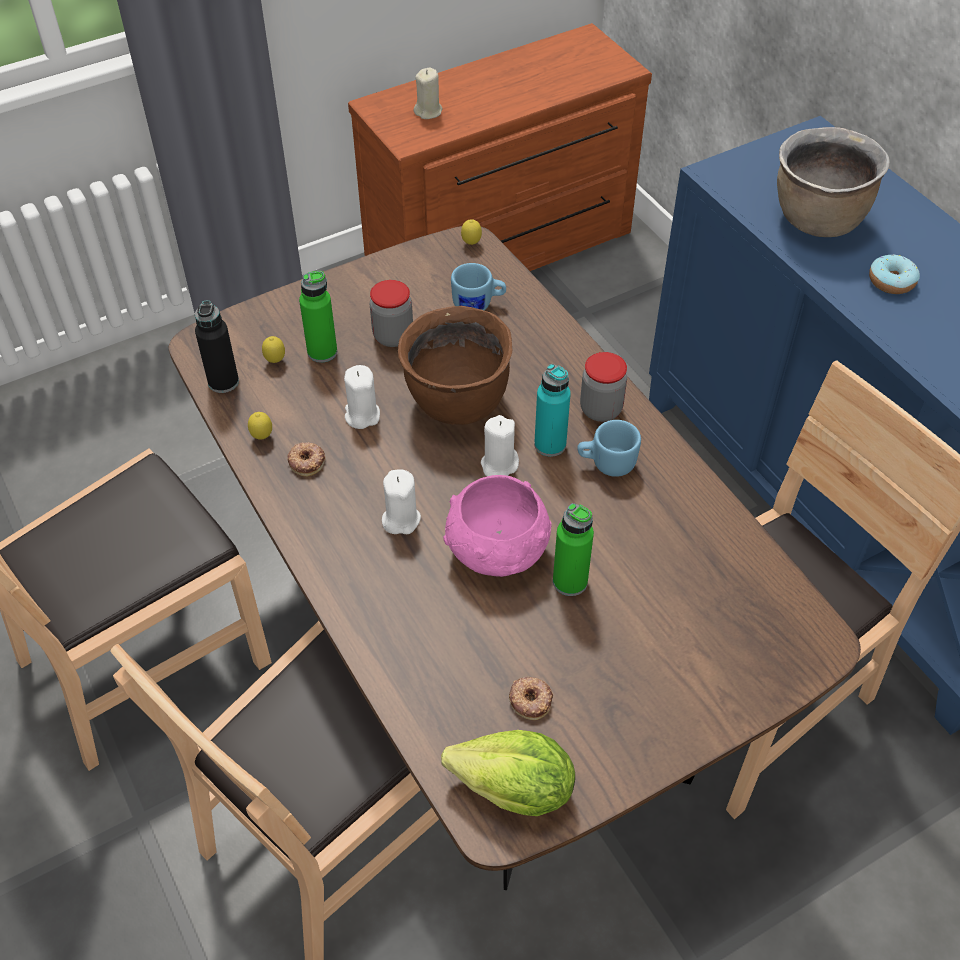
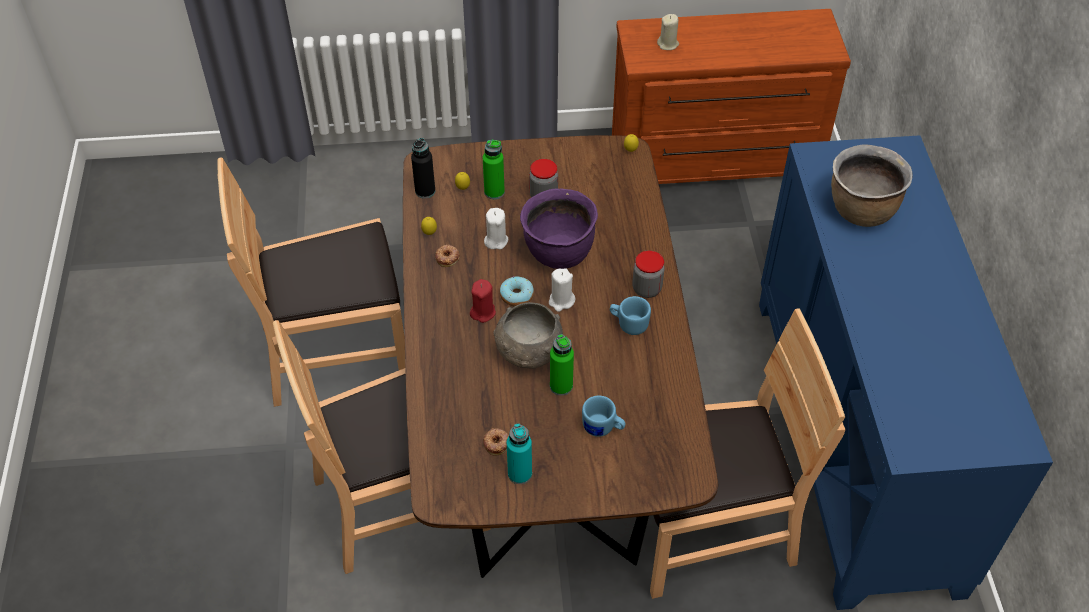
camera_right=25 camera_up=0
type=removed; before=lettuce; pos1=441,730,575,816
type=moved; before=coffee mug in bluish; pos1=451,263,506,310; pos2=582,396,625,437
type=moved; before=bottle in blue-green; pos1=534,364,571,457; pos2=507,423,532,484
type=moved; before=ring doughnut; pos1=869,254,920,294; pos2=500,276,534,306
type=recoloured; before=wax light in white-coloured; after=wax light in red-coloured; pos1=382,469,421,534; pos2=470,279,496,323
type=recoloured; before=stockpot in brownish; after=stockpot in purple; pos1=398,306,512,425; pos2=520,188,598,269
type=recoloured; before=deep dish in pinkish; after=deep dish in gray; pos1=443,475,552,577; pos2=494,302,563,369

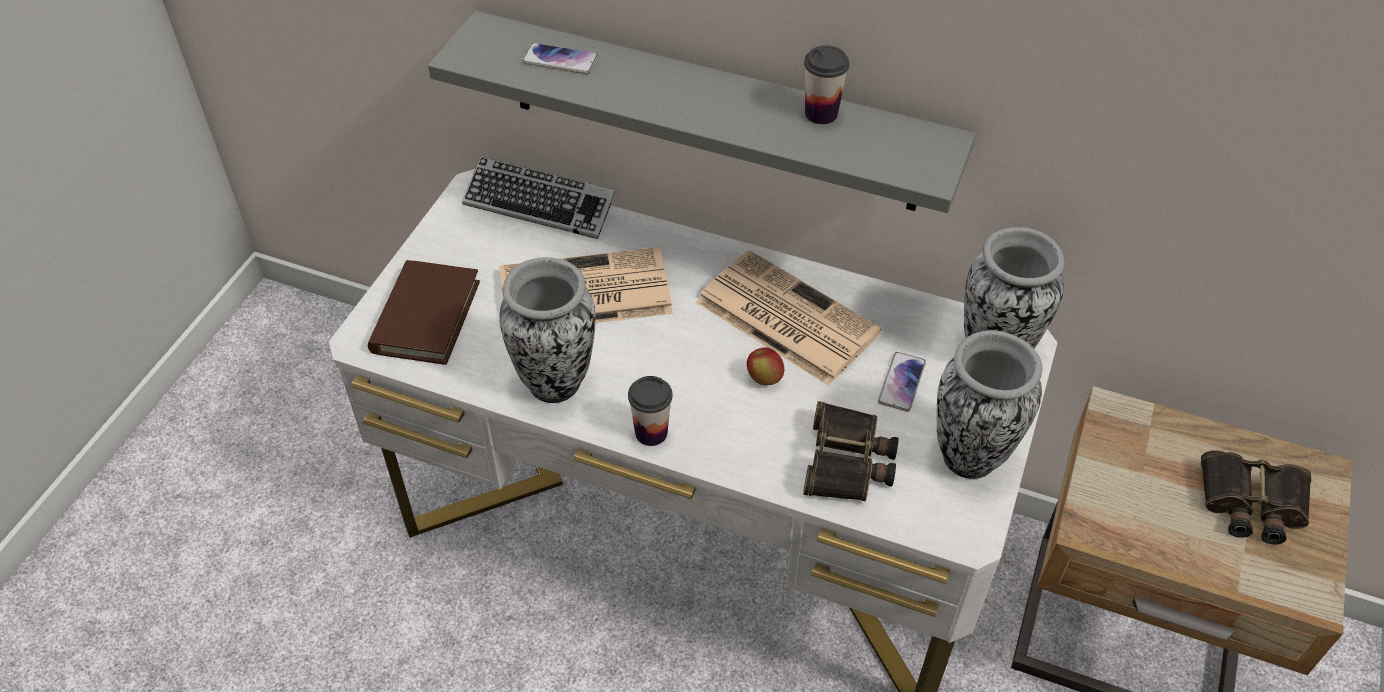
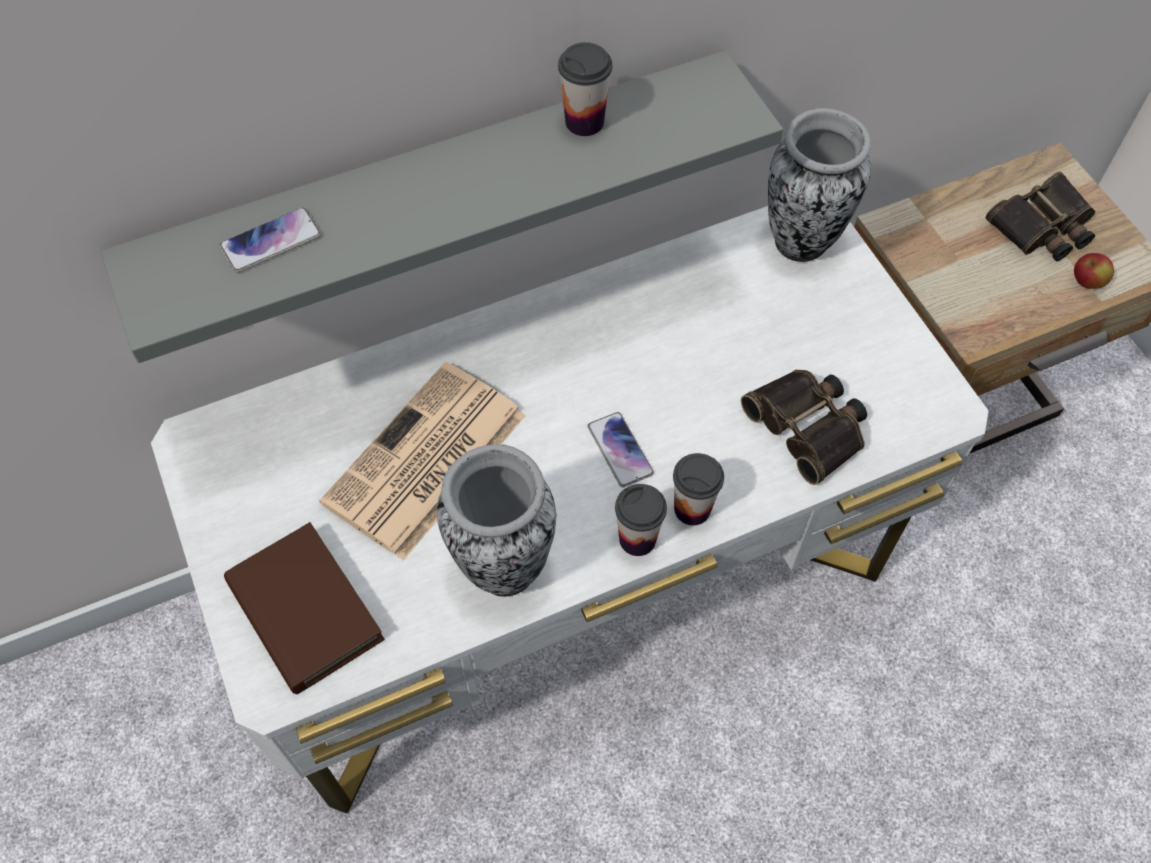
camera_right=-45 camera_up=10
type=removed; before=computer keyboard; pos1=462,157,616,239
type=removed; before=newspaper; pos1=696,250,882,386
type=removed; before=flower vase; pos1=937,330,1043,479
type=added; after=drinking cup; pos2=673,453,724,526
type=moved; before=apple fruit; pos1=747,347,784,385; pos2=1074,253,1114,289
type=moved; before=telephone; pos1=878,352,926,412; pos2=587,412,654,487

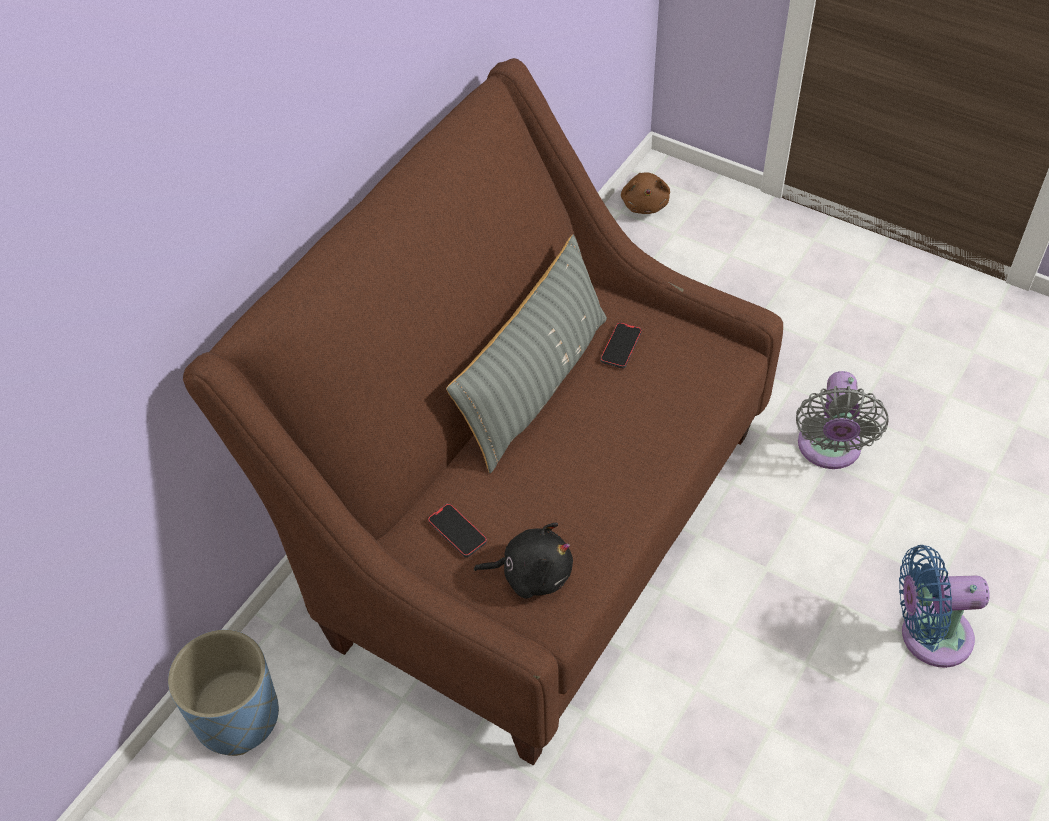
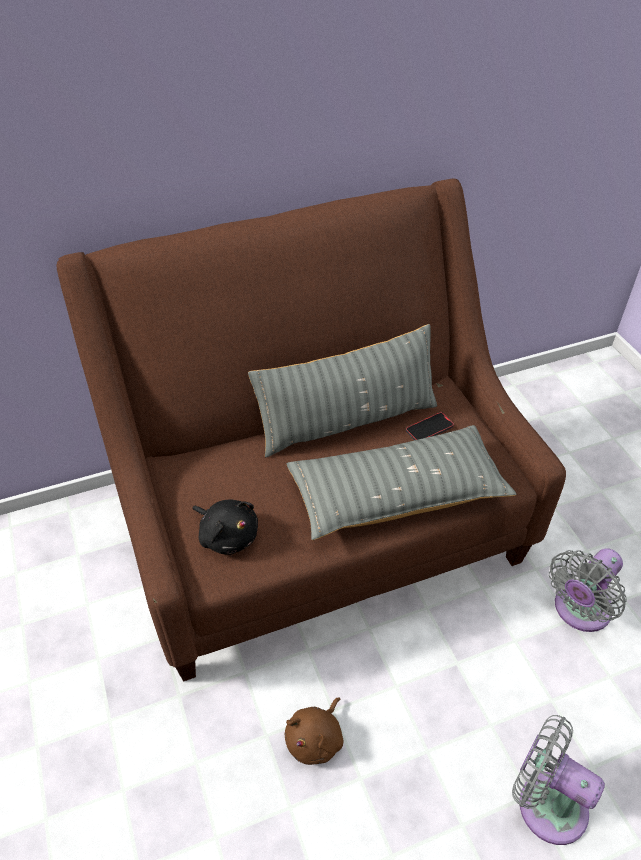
camera_right=35 camera_up=-5
type=removed; before=flower pot in bluish; pos1=168,630,279,756
type=removed; before=telephone; pos1=428,503,487,558
type=added; after=throw pillow in gray; pos2=287,425,517,540
type=moved; before=soft toy in brownish; pos1=621,172,670,214; pos2=285,697,343,765
type=recoloured; before=fan in bluish; after=fan in gray; pos1=899,545,989,668; pos2=512,715,605,845

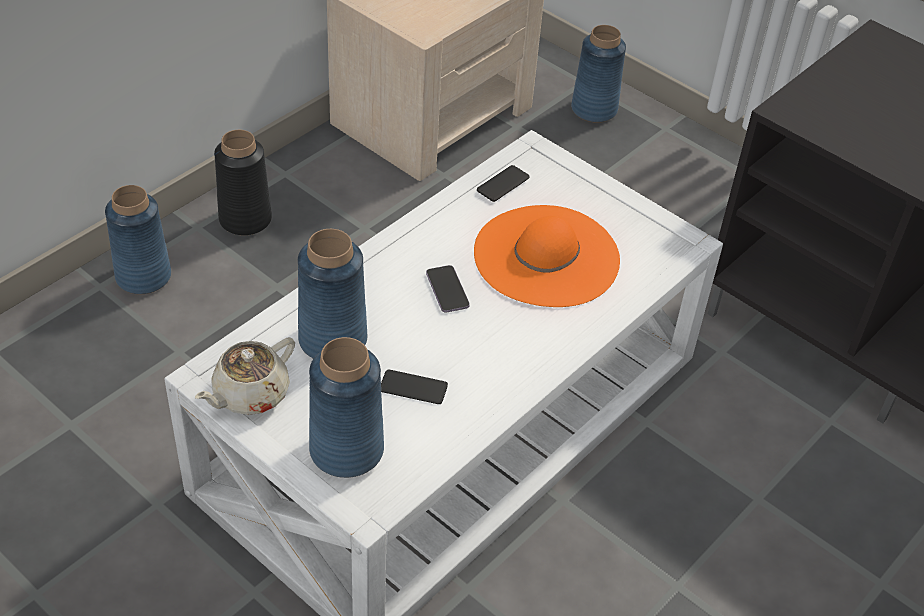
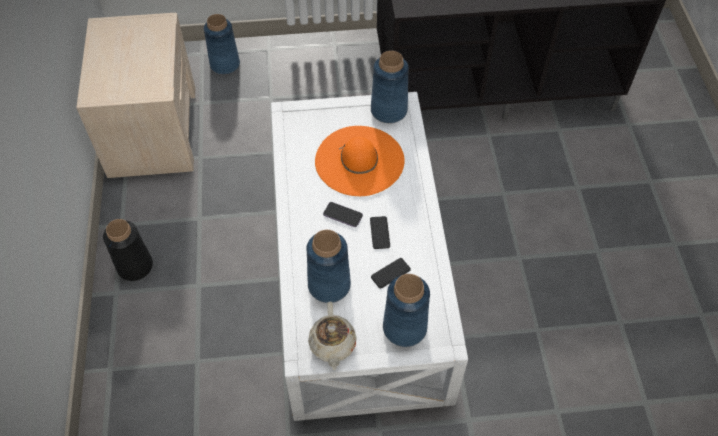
camera_right=-45 camera_up=10
type=moved; before=flower vase in bluish; pos1=105,185,171,294; pos2=371,51,409,123
type=moved; before=telephone; pos1=477,165,530,202; pos2=370,216,390,249

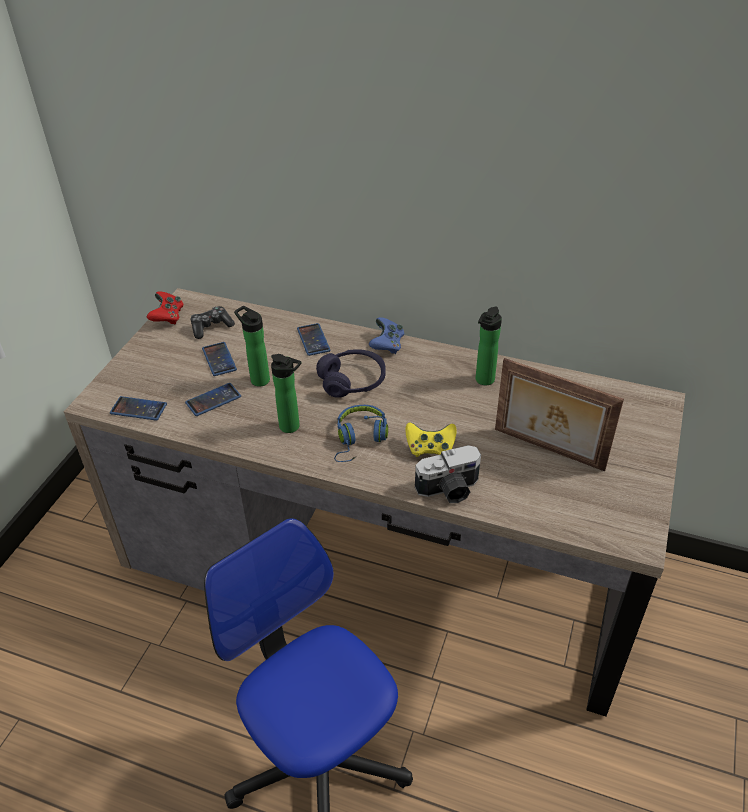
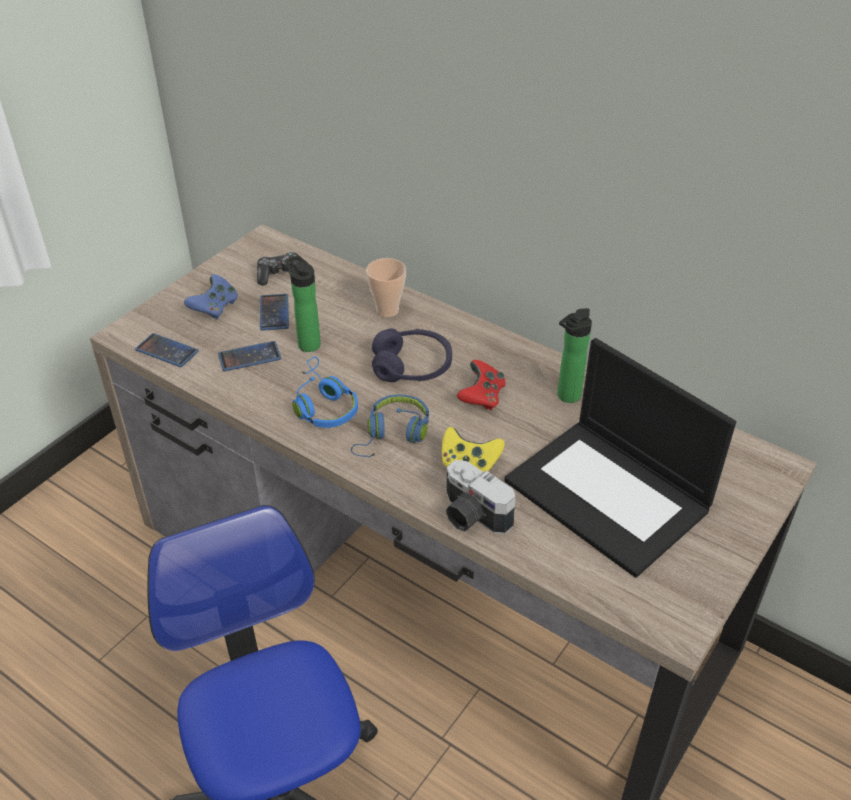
camera_right=15 camera_up=0
type=moved; before=joypad in red-coloured; pos1=147,292,183,325; pos2=457,360,506,410
type=moved; before=joypad in bluish; pos1=369,317,404,354; pos2=184,274,238,319
type=replaced; before=bottle; after=headphones in bluish; pos1=271,354,302,433; pos2=292,357,358,428
type=replaced; before=telephone; after=drinking cup; pos1=297,323,331,356; pos2=366,258,406,317
type=replaced; before=picture frame; after=portable computer; pos1=495,358,624,471; pos2=504,338,736,578
type=turned; before=still camera; pos1=415,445,481,503; pos2=445,460,516,534; turn=45

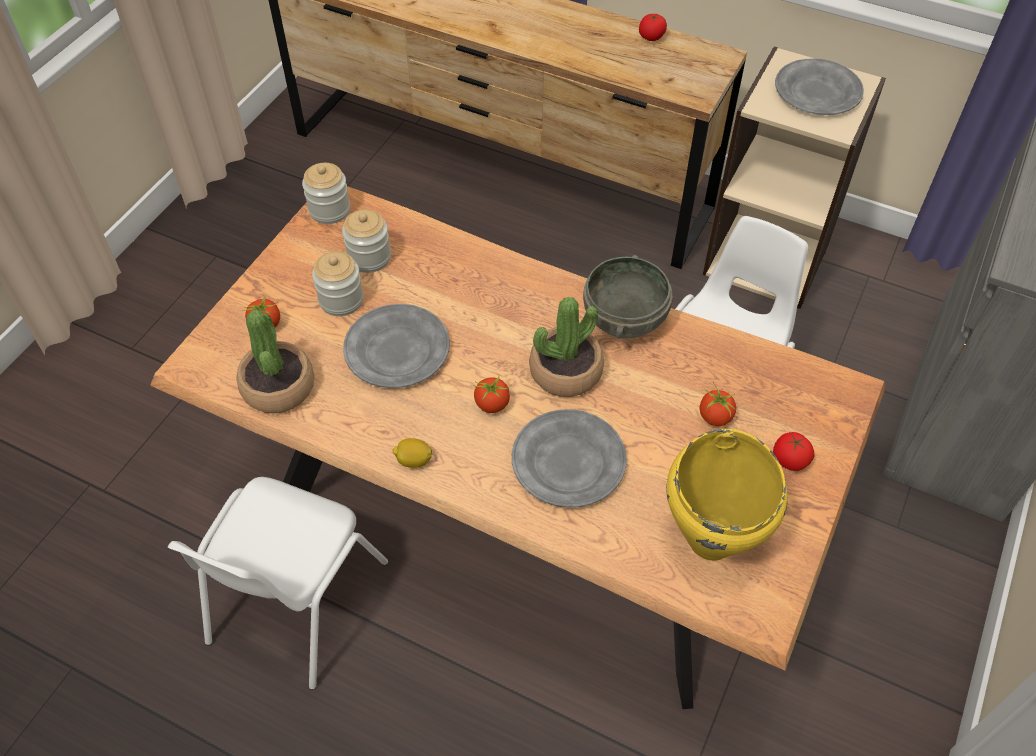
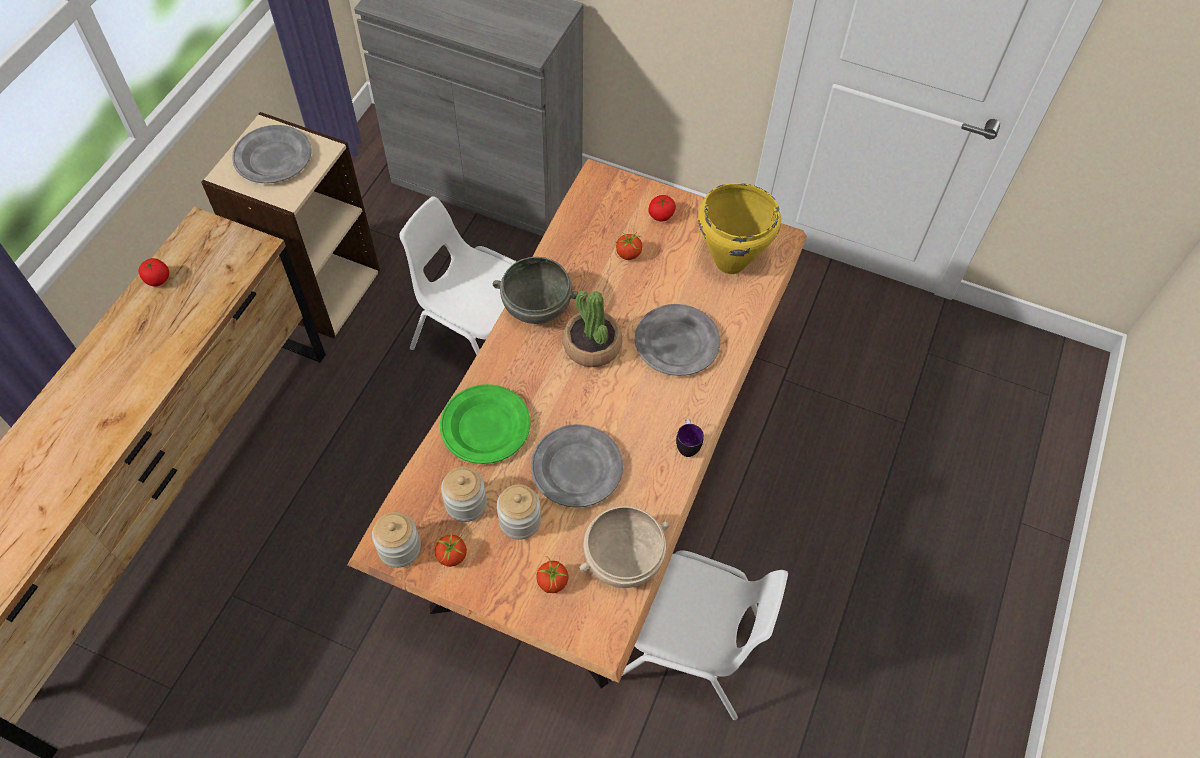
camera_right=-95 camera_up=5
type=added; after=dinner plate in greenish; pos2=440,384,531,464
type=moved; before=tomato; pos1=473,374,512,413; pos2=434,529,467,567
type=replaced; before=potted plant; after=deep dish in sand-coloured; pos1=236,310,314,413; pos2=579,506,669,588
type=replaced; before=lemon; after=coffee mug; pos1=392,438,432,468; pos2=676,418,704,457

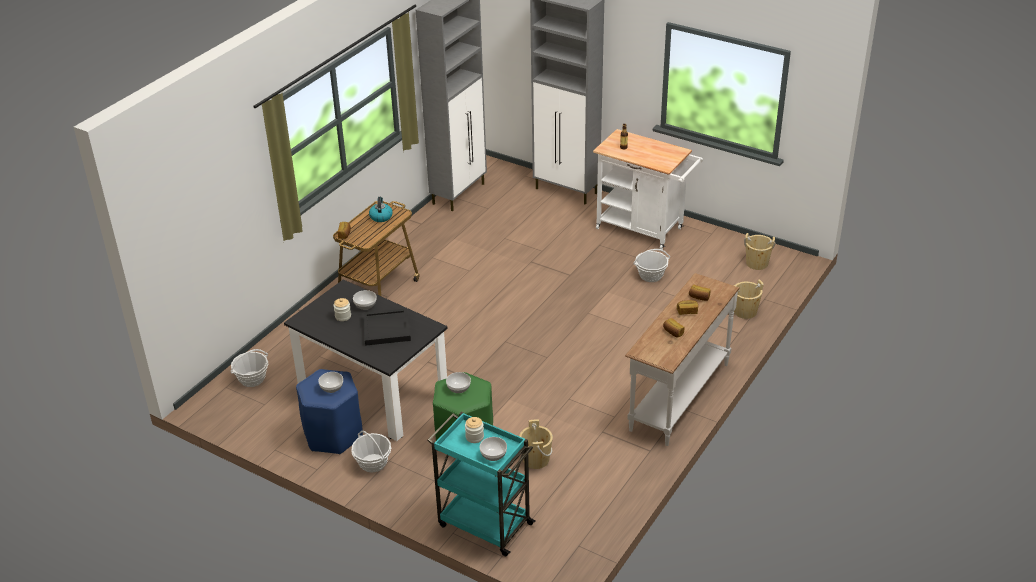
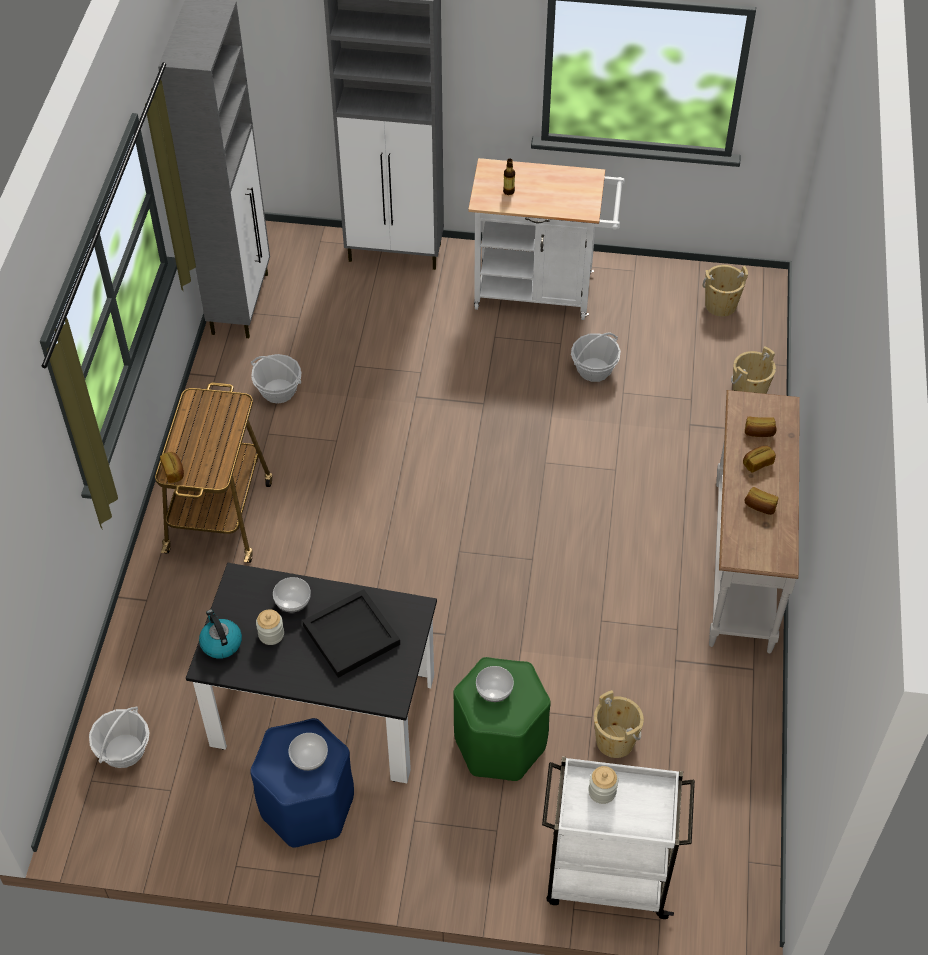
camera_right=-25 camera_up=15
type=removed; before=deep dish; pos1=480,437,507,461
type=moved; before=storage basket; pos1=351,431,391,473; pos2=251,354,301,404
type=moved; before=water kettle; pos1=369,197,393,222; pos2=199,609,242,659
type=recoloured; before=trolley in blue-green; after=trolley in white-coloured; pos1=427,412,536,556; pos2=542,756,695,919

